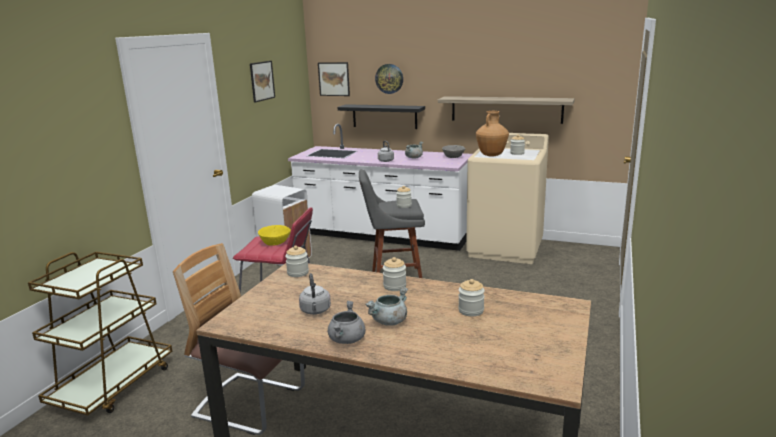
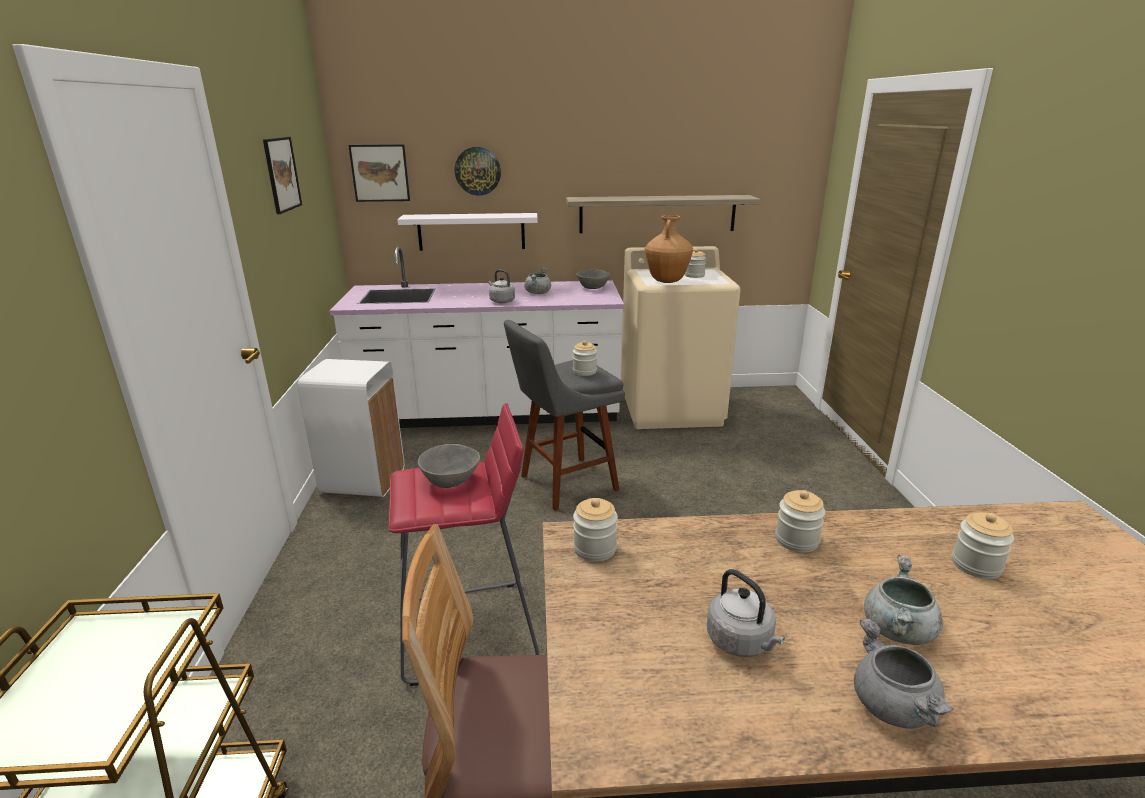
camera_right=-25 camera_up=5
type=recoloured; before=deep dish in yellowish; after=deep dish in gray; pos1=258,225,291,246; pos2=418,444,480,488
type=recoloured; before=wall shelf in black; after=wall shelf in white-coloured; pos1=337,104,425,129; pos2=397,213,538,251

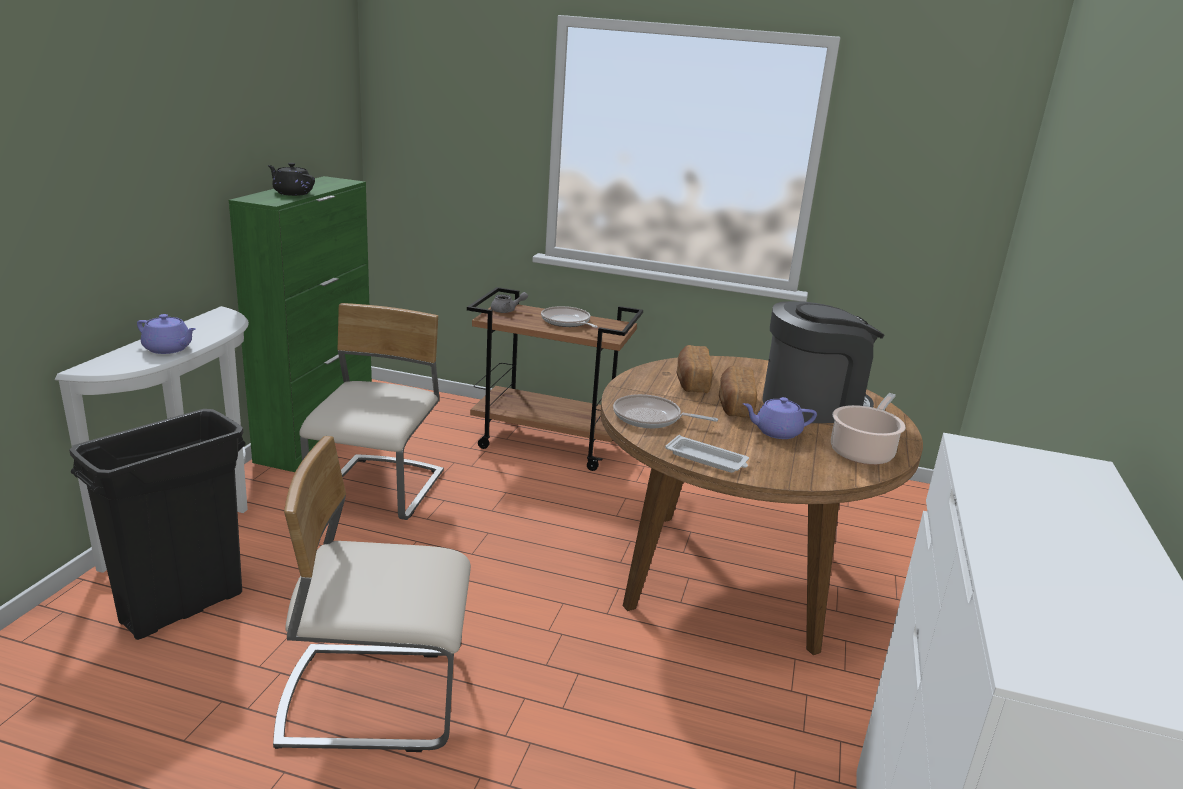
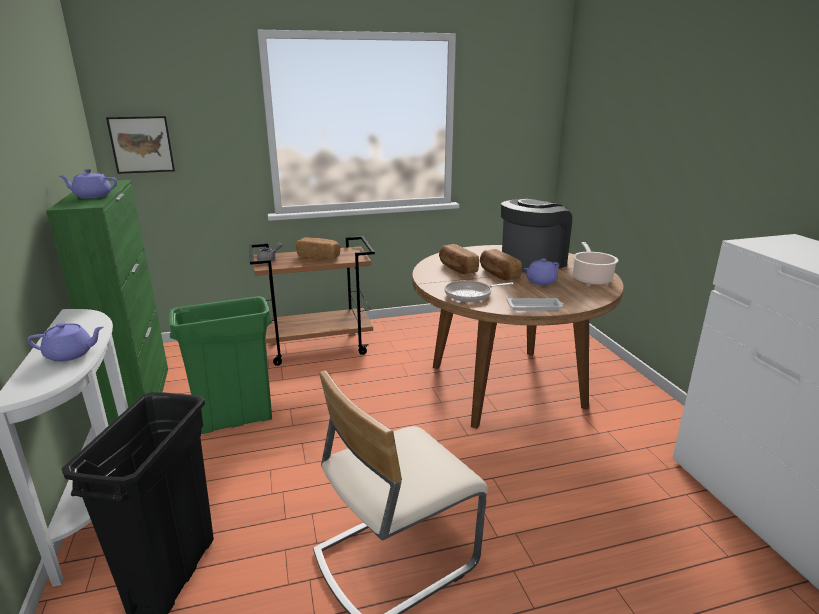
camera_right=-30 camera_up=0
type=added; after=wall art; pos2=106,116,175,174
type=replaced; before=upright chair in sand-coloured; after=rubbish bin in greenish; pos1=299,303,444,520; pos2=169,296,272,434
type=replaced; before=frying pan; after=bakery bread; pos1=541,306,598,328; pos2=296,237,340,260
type=recoloured; before=teapot in black; after=teapot in purple; pos1=268,163,315,196; pos2=58,169,117,199

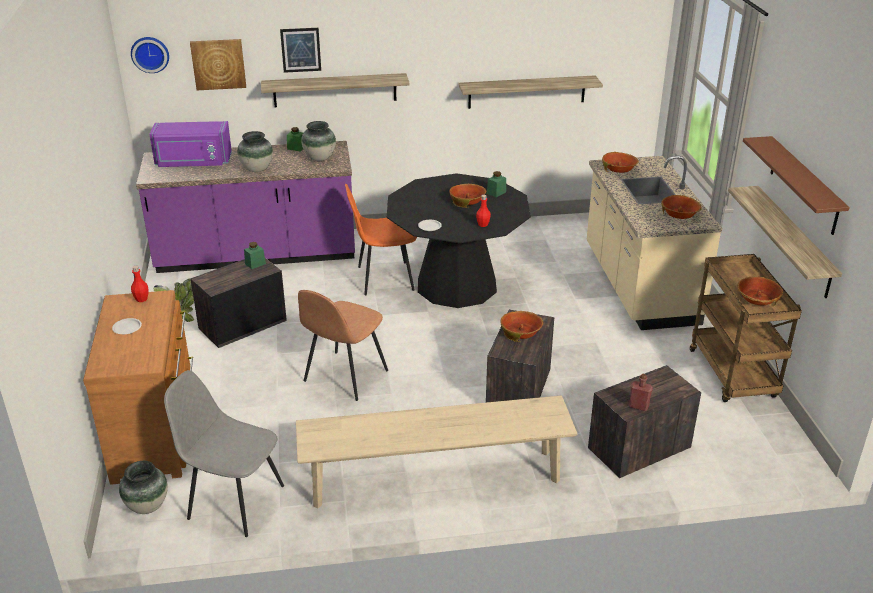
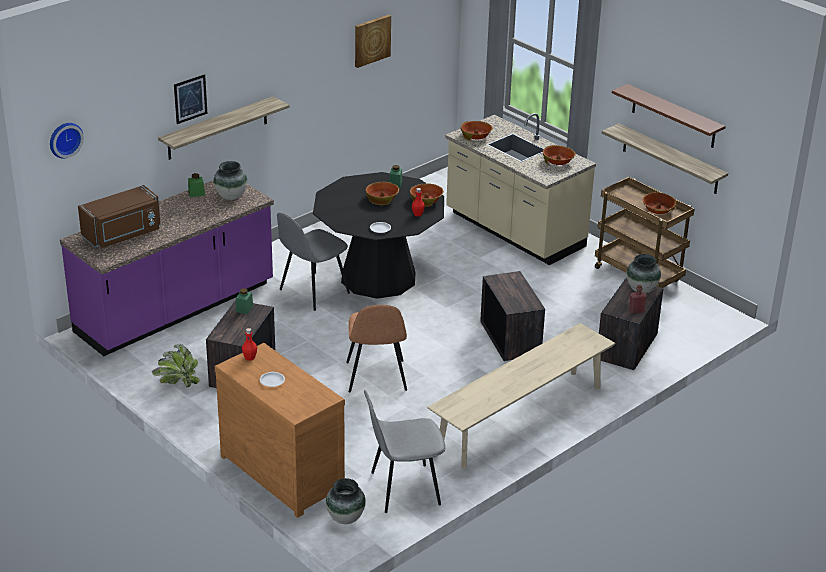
camera_right=-35 camera_up=0
type=removed; before=wall shelf; pos1=458,75,603,109
type=moved; before=wall art; pos1=190,39,246,90; pos2=355,15,391,68
type=moved; before=flower vase; pos1=237,131,273,172; pos2=626,254,661,293
type=moved; before=deep dish; pos1=501,311,543,342; pos2=410,183,444,207
type=recoloured; before=kitchen microwave in purple; after=kitchen microwave in brownish; pos1=149,121,232,167; pos2=78,185,160,248
type=recoloured; before=upright chair in orangey; after=upright chair in gray; pos1=345,183,417,295; pos2=277,213,350,311

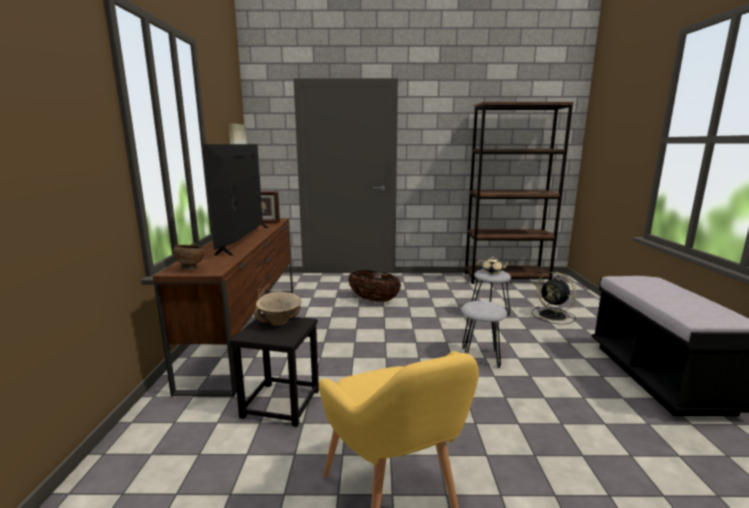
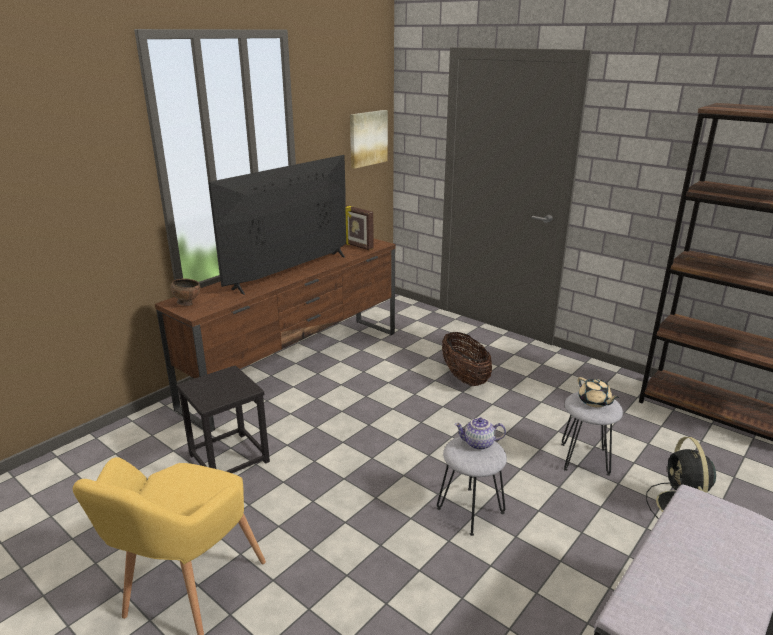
camera_right=40 camera_up=10
type=removed; before=deep dish in sand-coloured; pos1=254,292,302,326
type=added; after=teapot; pos2=454,418,506,450

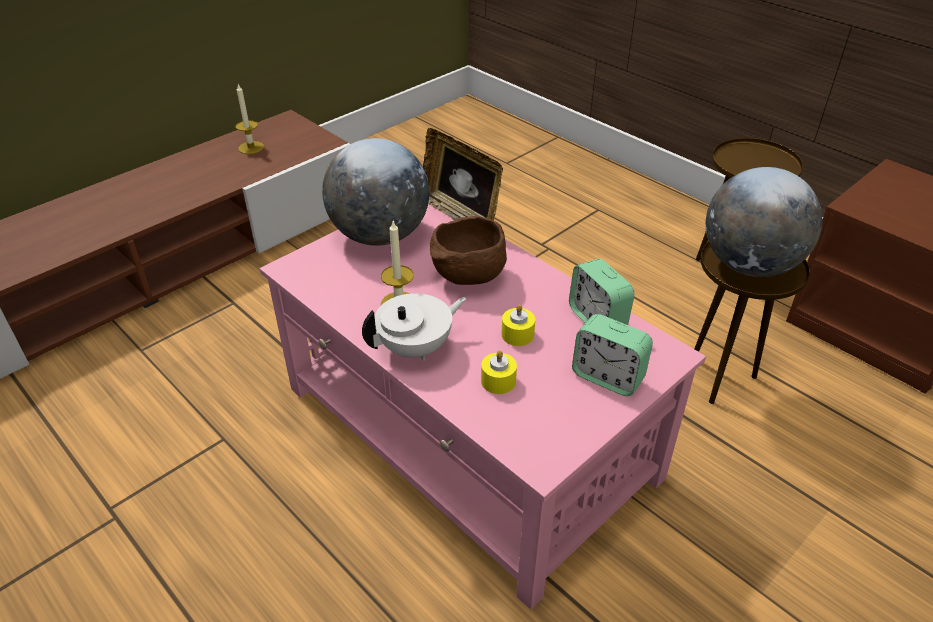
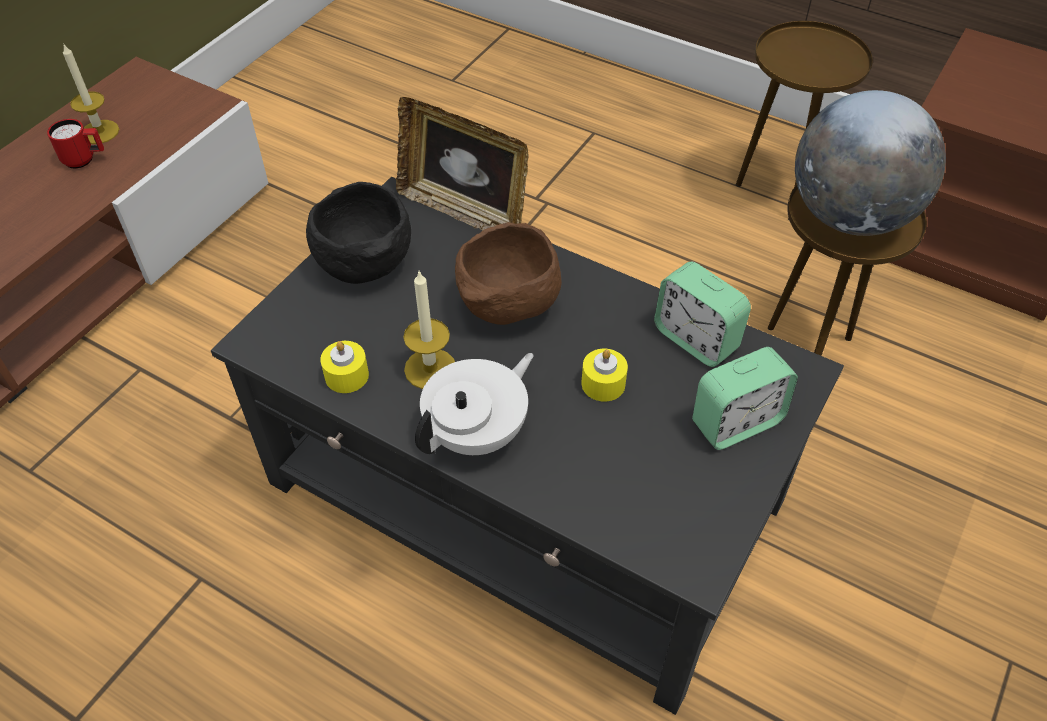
camera_right=-15 camera_up=10
type=added; after=coffee mug in red-coloured; pos2=47,119,104,169
type=moved; before=wax light in yellowish; pos1=481,350,517,394; pos2=320,341,369,393
type=replaced; before=world globe; after=deep dish in black; pos1=322,138,429,246; pos2=306,182,411,284
type=recoloured; before=low table in pinkish; after=low table in black; pos1=260,205,706,610; pos2=211,177,844,715
type=turned; before=alarm clock; pos1=572,314,653,396; pos2=692,347,798,450; turn=-45

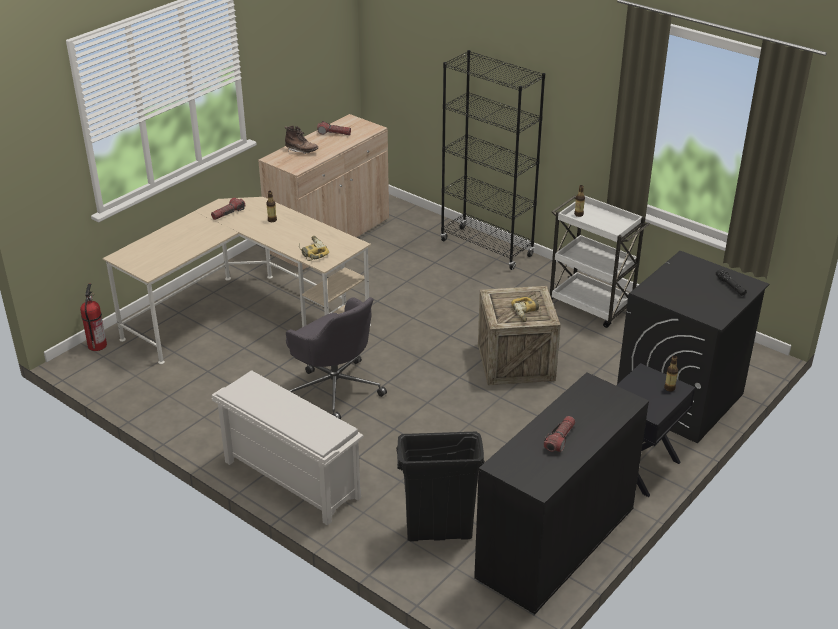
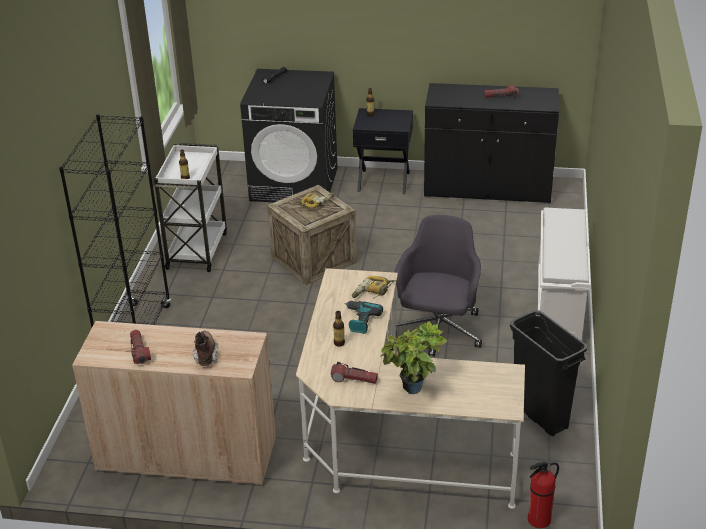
camera_right=-120 camera_up=0
type=added; after=drill; pos2=344,301,383,334
type=added; after=potted plant; pos2=380,321,447,394
type=moved; before=rubbish bin in black; pos1=396,432,485,541; pos2=510,310,588,436

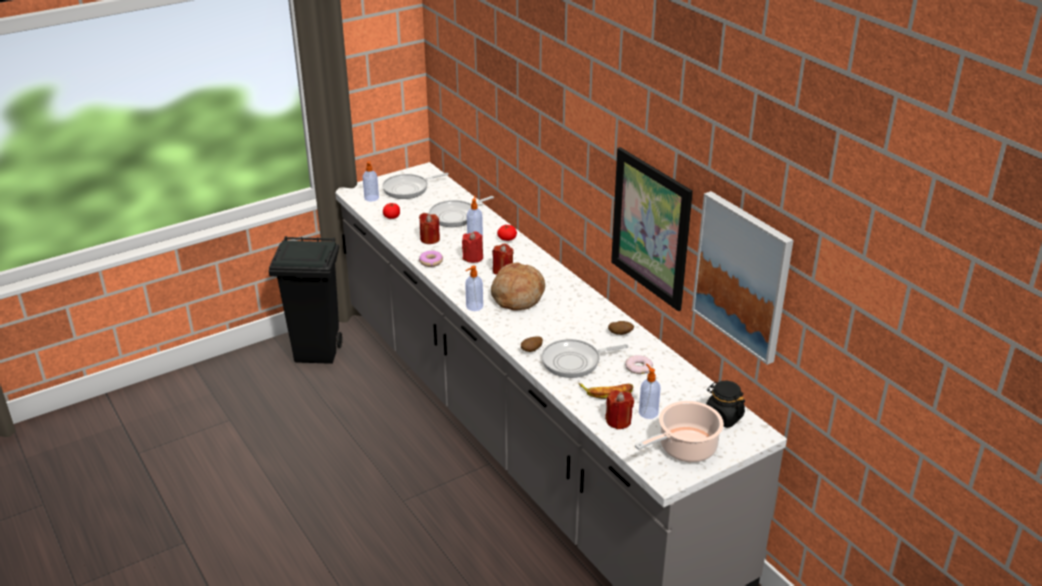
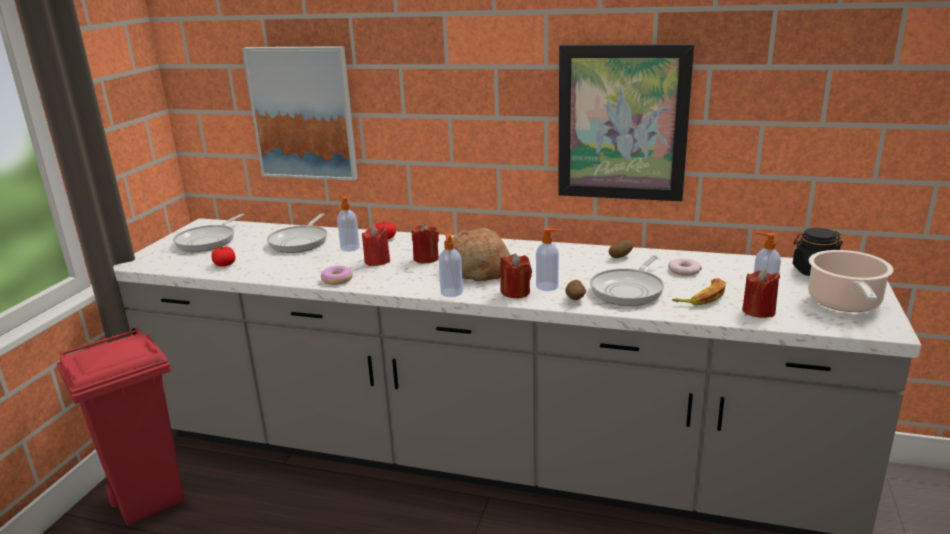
camera_right=-40 camera_up=-10
type=moved; before=soap dispenser; pos1=363,161,379,202; pos2=536,228,560,291
type=moved; before=wax light in red-coloured; pos1=419,213,440,244; pos2=500,254,532,298
type=moved; before=wall art; pos1=692,191,794,365; pos2=242,46,358,181
type=recoloured; before=rubbish bin in black; after=rubbish bin in red-coloured; pos1=269,236,343,364; pos2=57,328,184,526

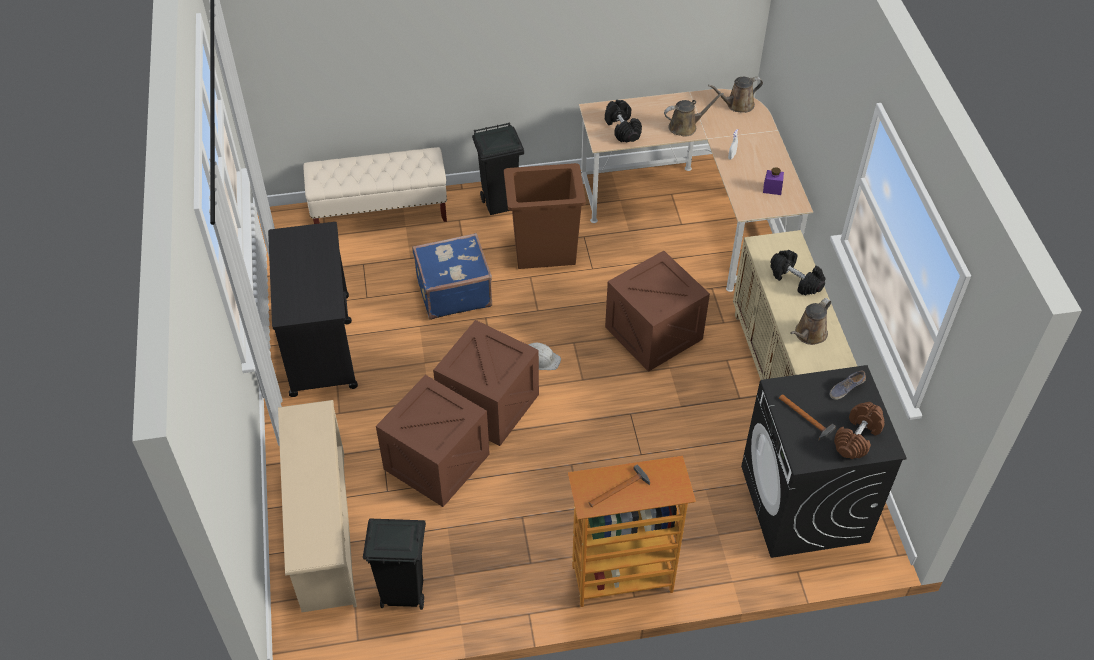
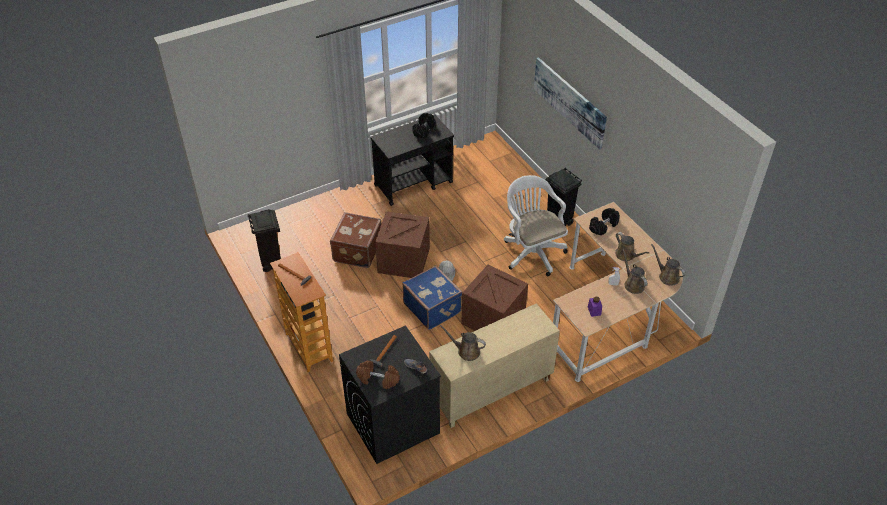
camera_right=70 camera_up=-5
type=removed; before=shoe stand in sand-coloured; pos1=278,400,357,612
type=removed; before=bench in sand-coloured; pos1=303,147,447,224
type=added; after=wall art; pos2=534,57,607,150
type=added; after=watering can in brownish; pos2=622,249,647,294
type=moved; before=travel case in bluish; pos1=412,233,492,320; pos2=402,265,463,330
type=moved; before=dumbbell in black; pos1=770,250,825,296; pos2=412,113,435,138
type=replaced; before=shipping crate; after=travel case in brownish; pos1=376,375,490,507; pos2=330,212,381,268
type=replaced; before=rubbish bin in brownish; after=desk chair in white-coloured; pos1=504,163,586,269; pos2=504,175,568,276

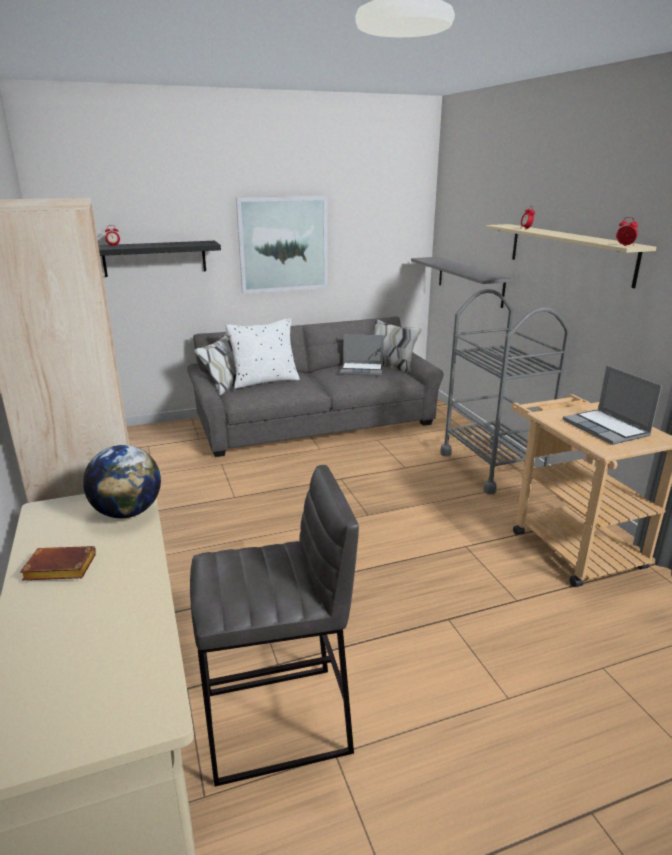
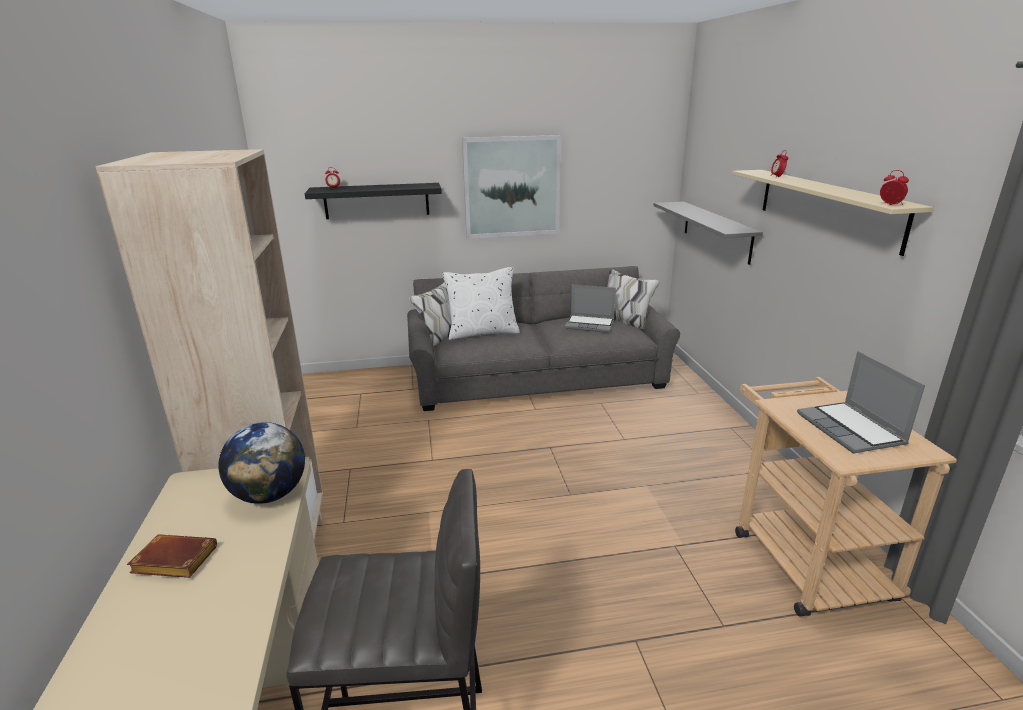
camera_right=10 camera_up=0
type=removed; before=trolley in gray; pos1=440,289,570,494

